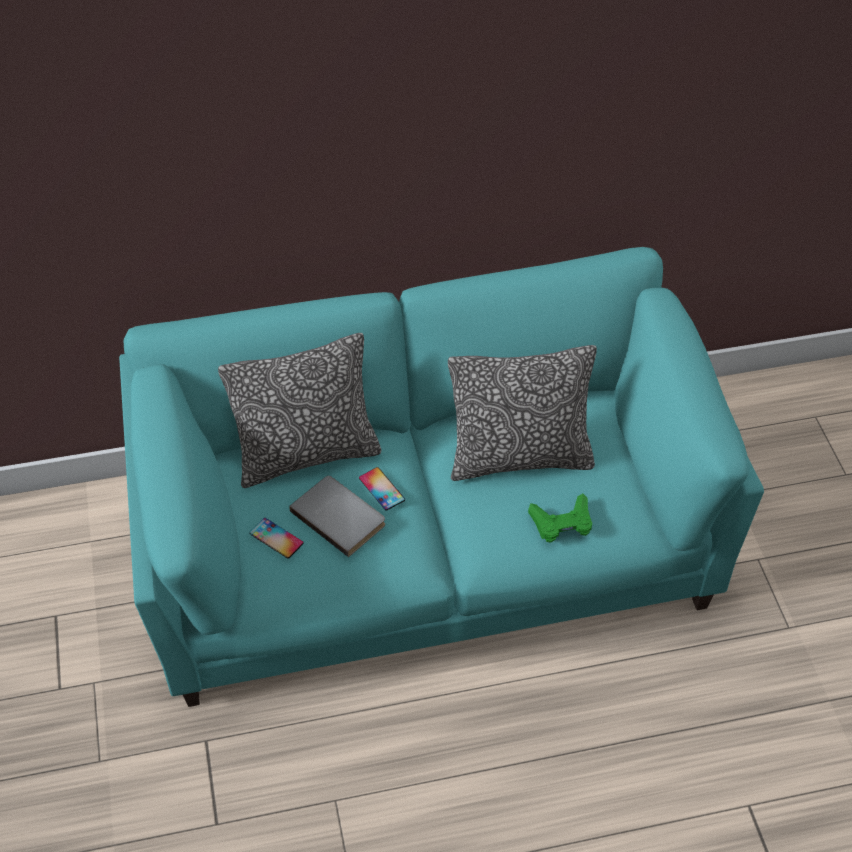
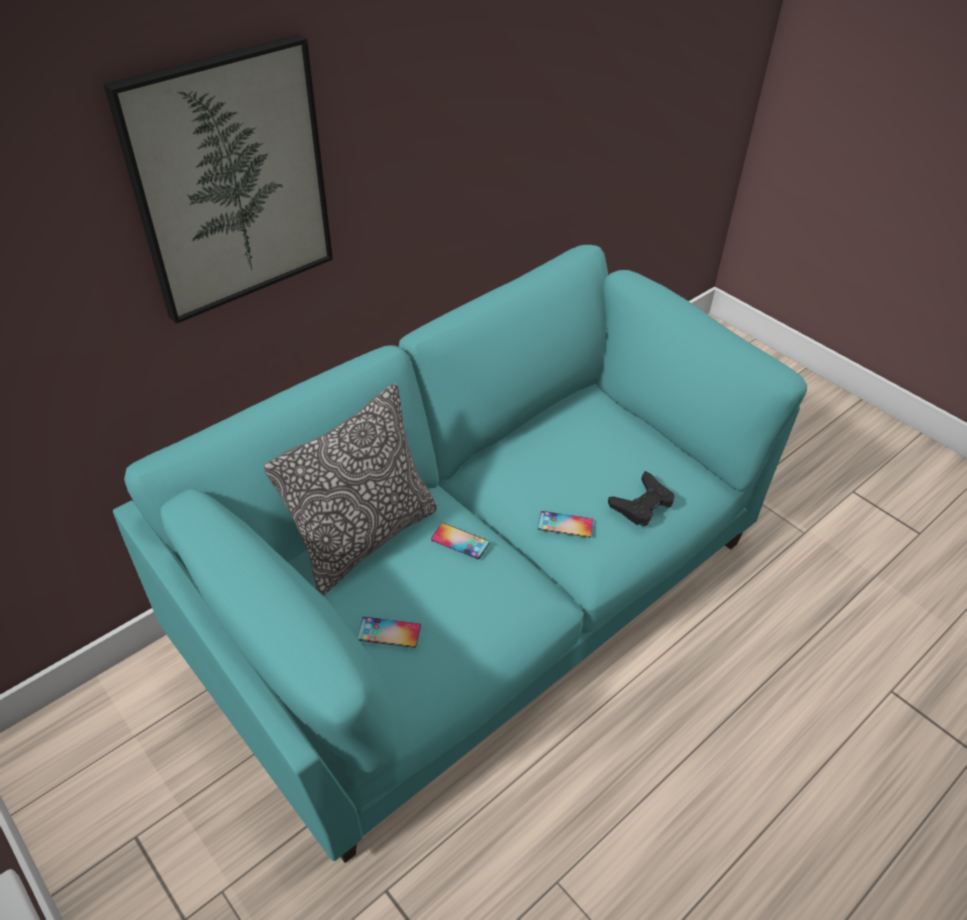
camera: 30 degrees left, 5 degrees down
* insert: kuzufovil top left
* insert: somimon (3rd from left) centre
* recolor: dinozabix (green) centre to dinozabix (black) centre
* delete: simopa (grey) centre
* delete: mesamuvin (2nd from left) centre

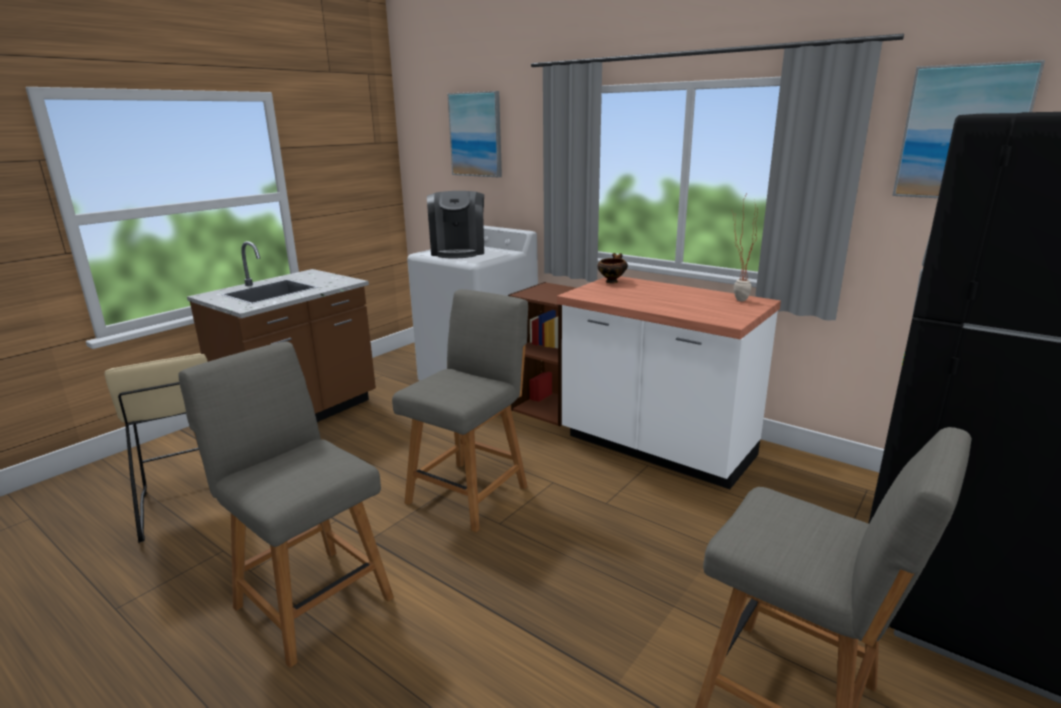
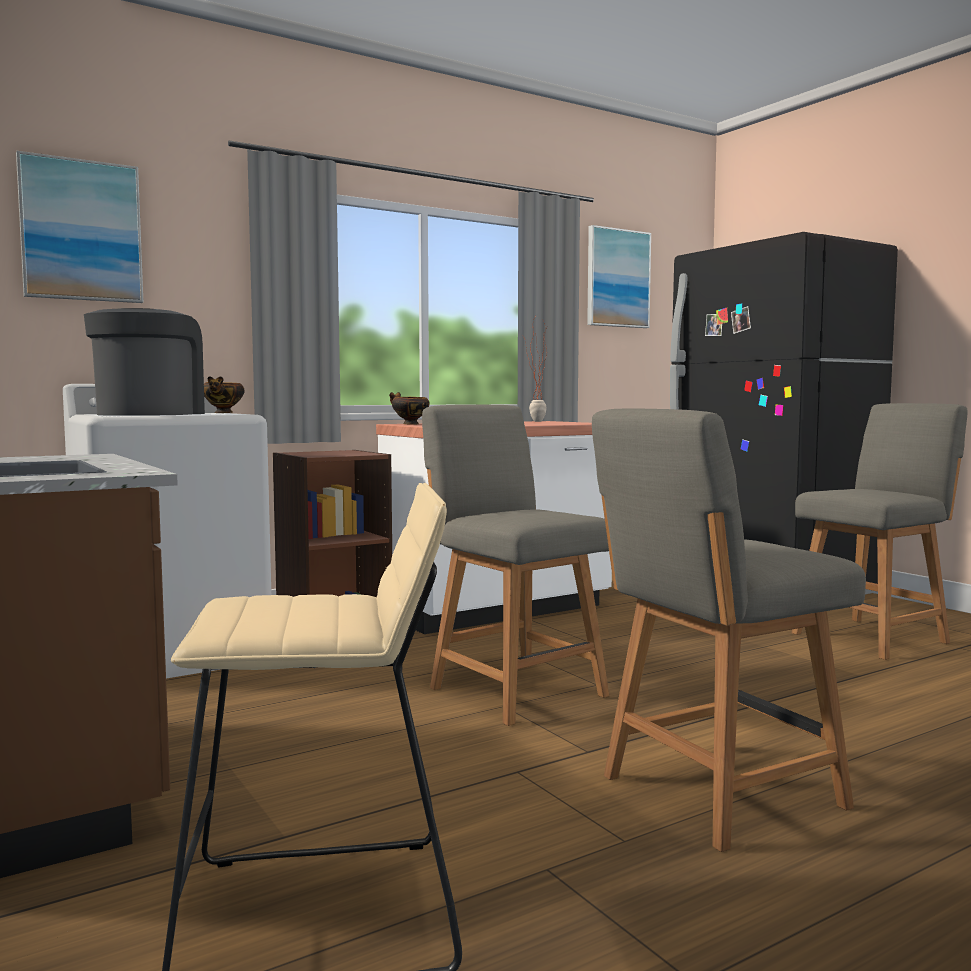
camera: 70 degrees left, 15 degrees down
* rotate: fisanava top centre = middle left 105 degrees counterclockwise
* insert: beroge (1st from left) middle left

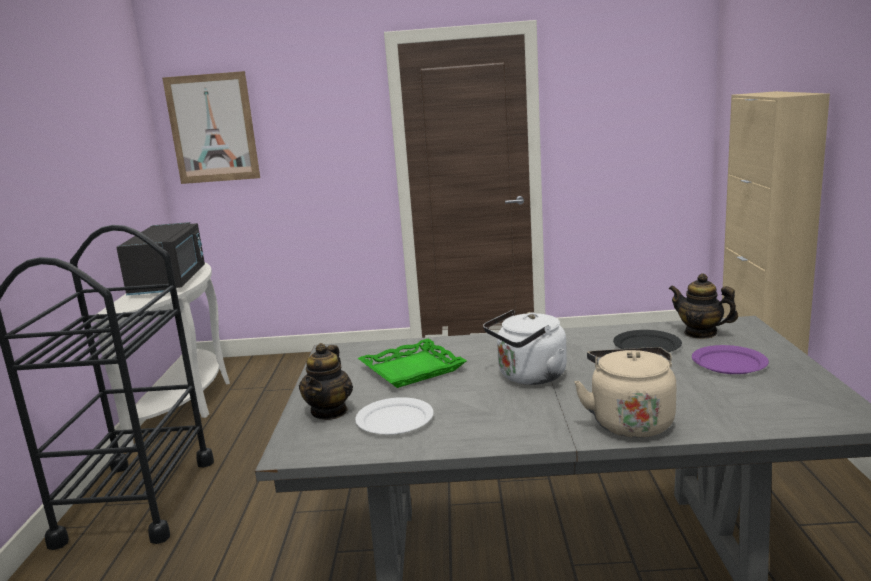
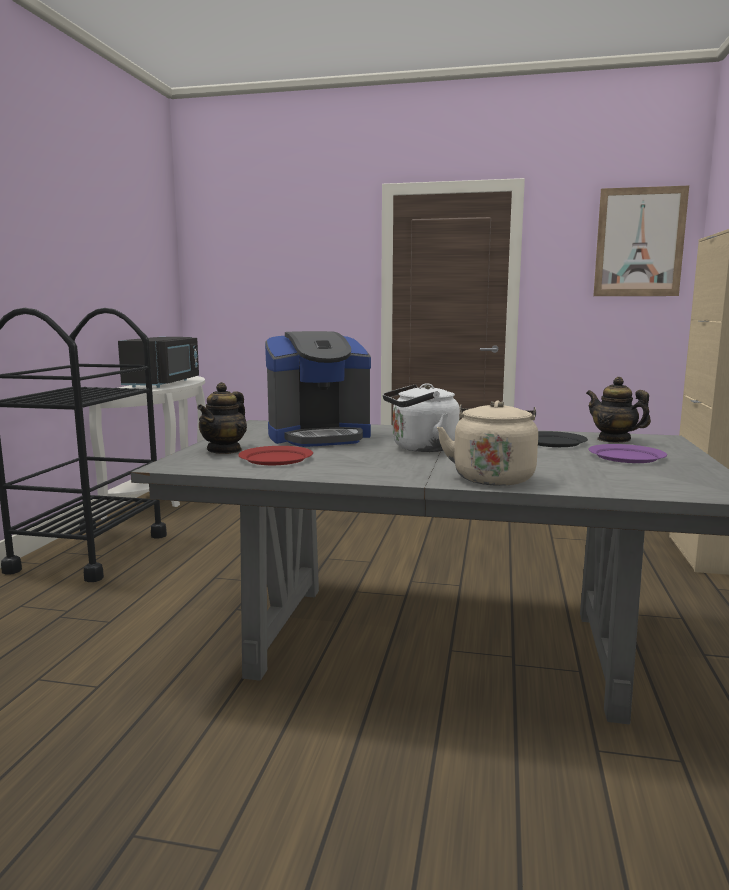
camera: 10 degrees right, 5 degrees down
* recolor: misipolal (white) bottom centre to misipolal (red) centre
* replace: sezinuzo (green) centre to fisanava centre
* move: kuzufovil top left to top right

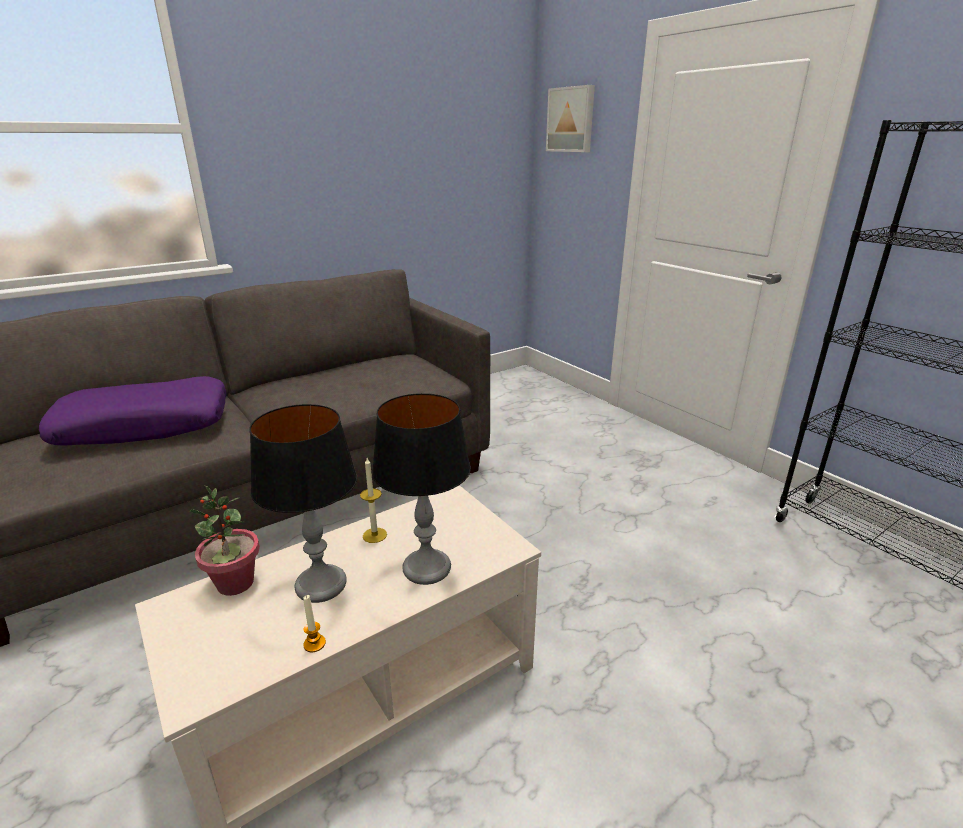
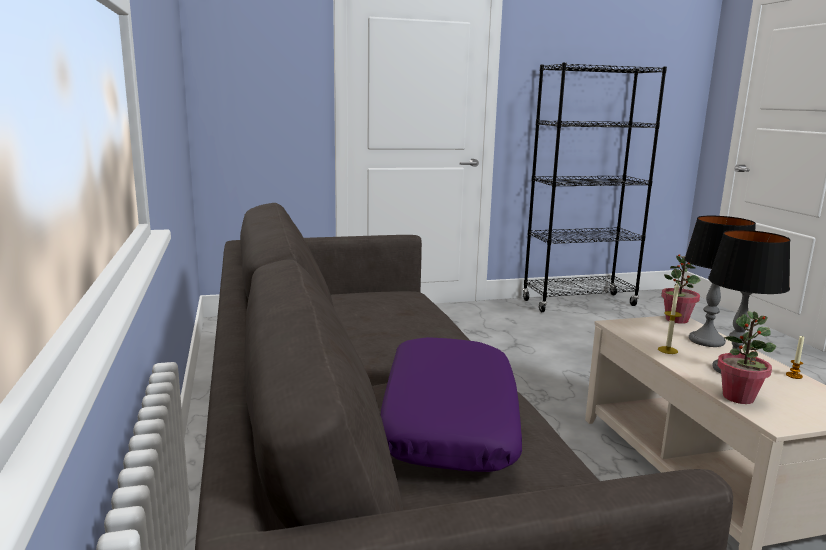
camera: 70 degrees left, 10 degrees down
* insert: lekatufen (1st from left) middle right
* delete: kuzufovil top centre

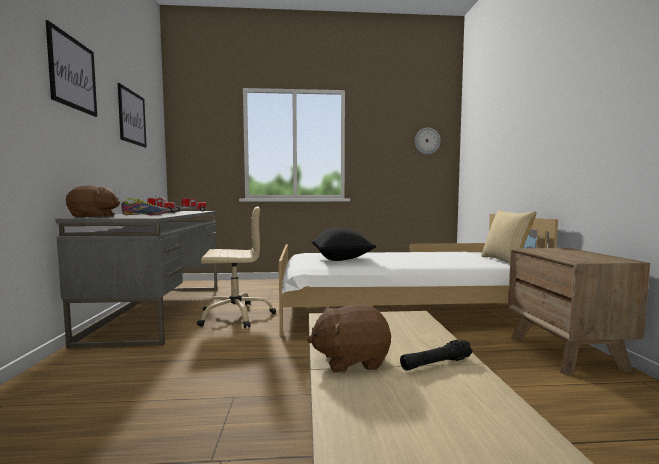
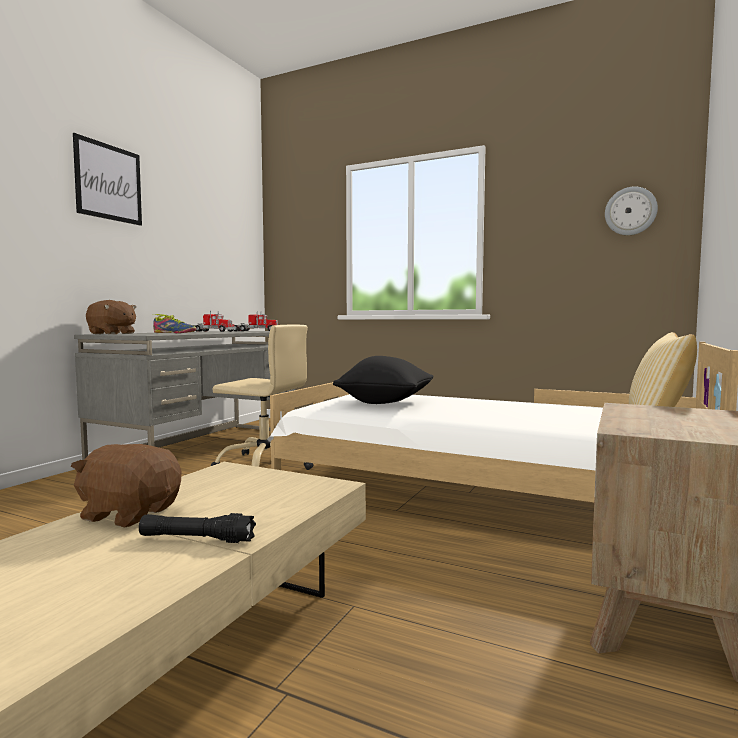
camera: 30 degrees right, 0 degrees up
* delete: kuzufovil (2nd from left) top left

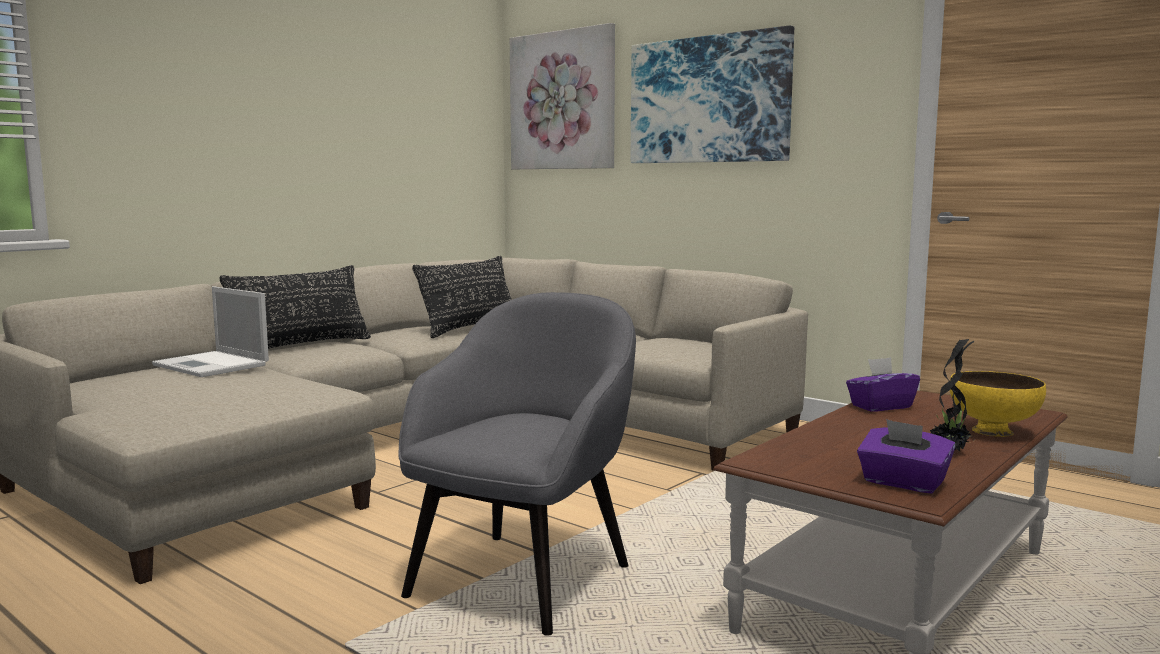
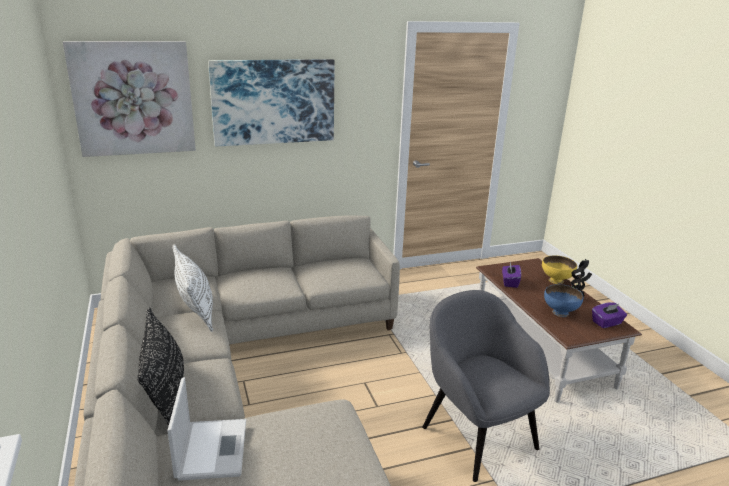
camera: 60 degrees left, 15 degrees up
* rotate: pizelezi middle left = bottom left 75 degrees counterclockwise
* recolor: mesamuvin (black) (2nd from left) centre to mesamuvin (white) middle left
* insert: beroge (blue) middle right

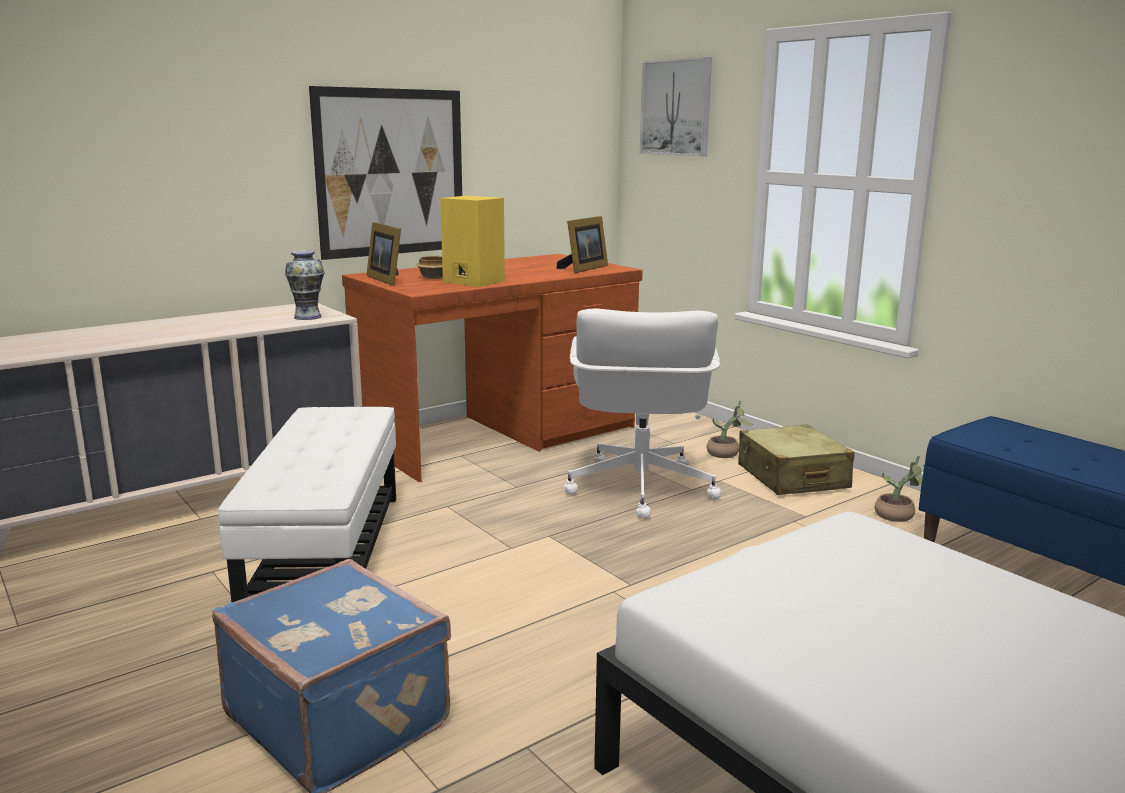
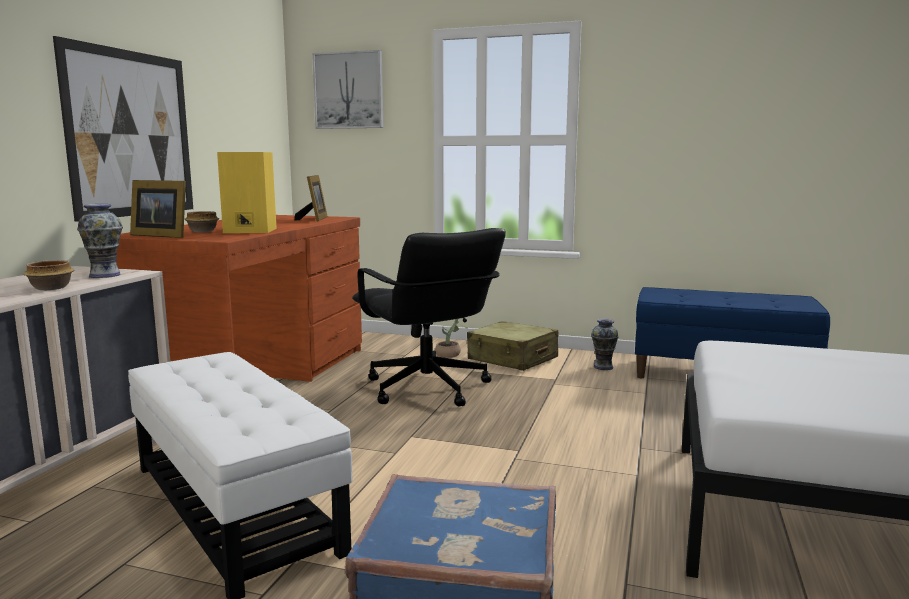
camera: 35 degrees left, 5 degrees down
* insert: beroge (1st from left) middle left
* recolor: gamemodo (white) centre to gamemodo (black) centre
* replace: lekatufen (2nd from left) middle right to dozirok (2nd from left) centre

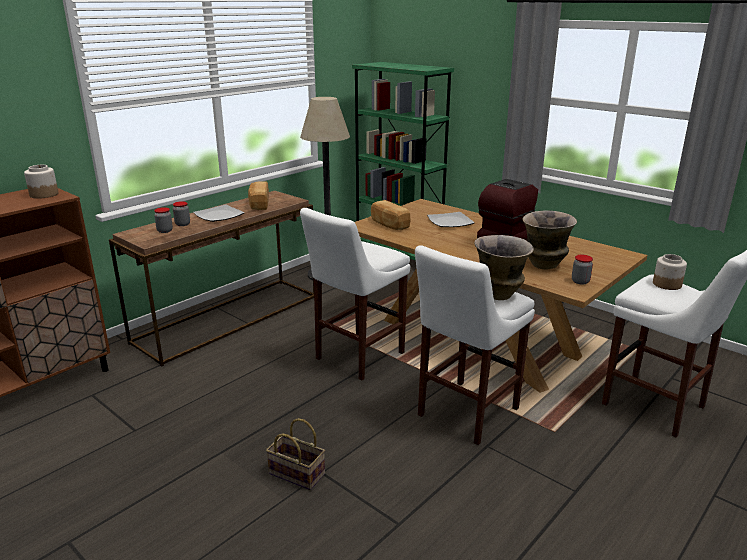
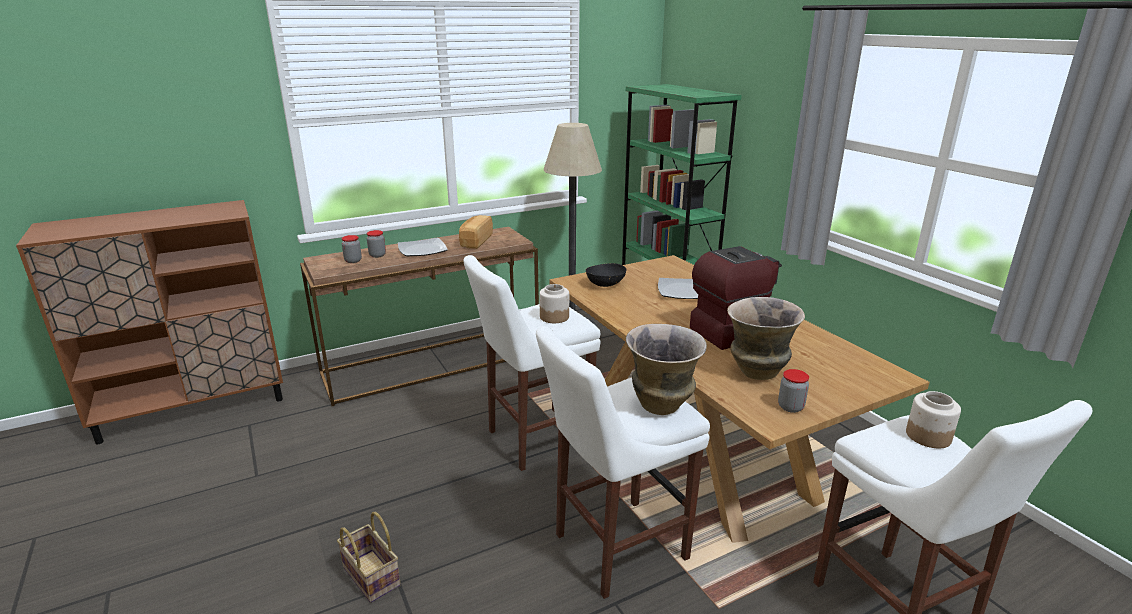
camera: 20 degrees right, 0 degrees up
* move: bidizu (1st from left in the first image) top left to bidizu (3rd from left) centre
* replace: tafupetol (2nd from left) centre to beroge (black) centre

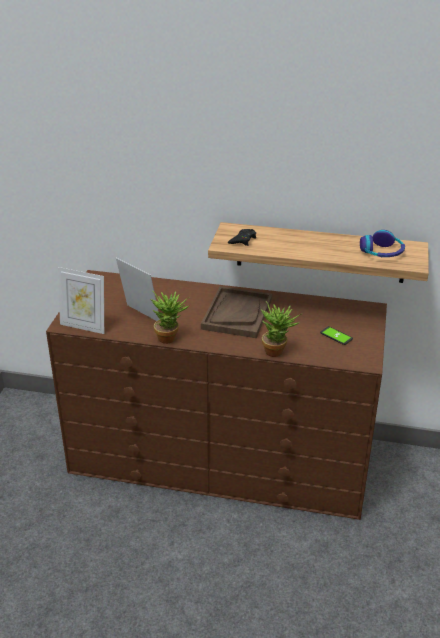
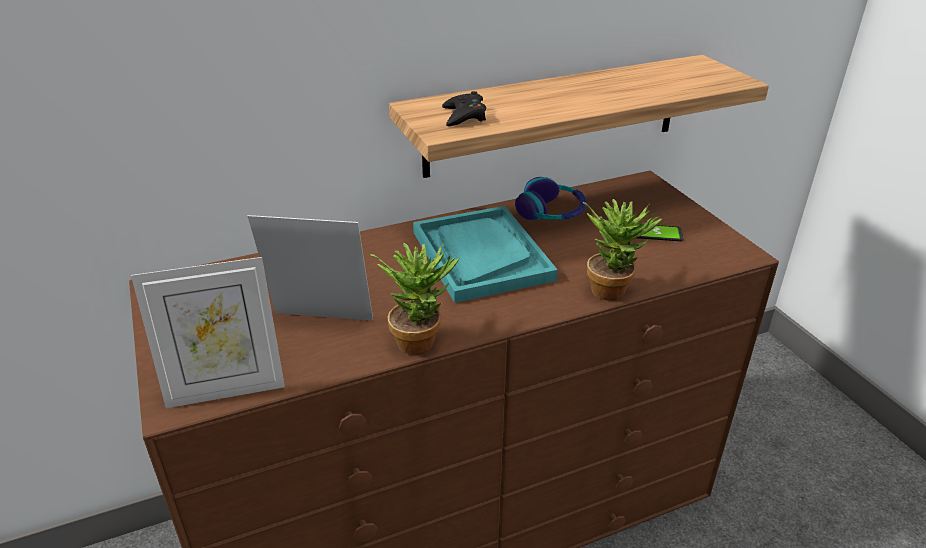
camera: 35 degrees left, 0 degrees up
* recolor: sezinuzo (brown) centre to sezinuzo (turquoise) centre
* move: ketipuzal middle right to centre

